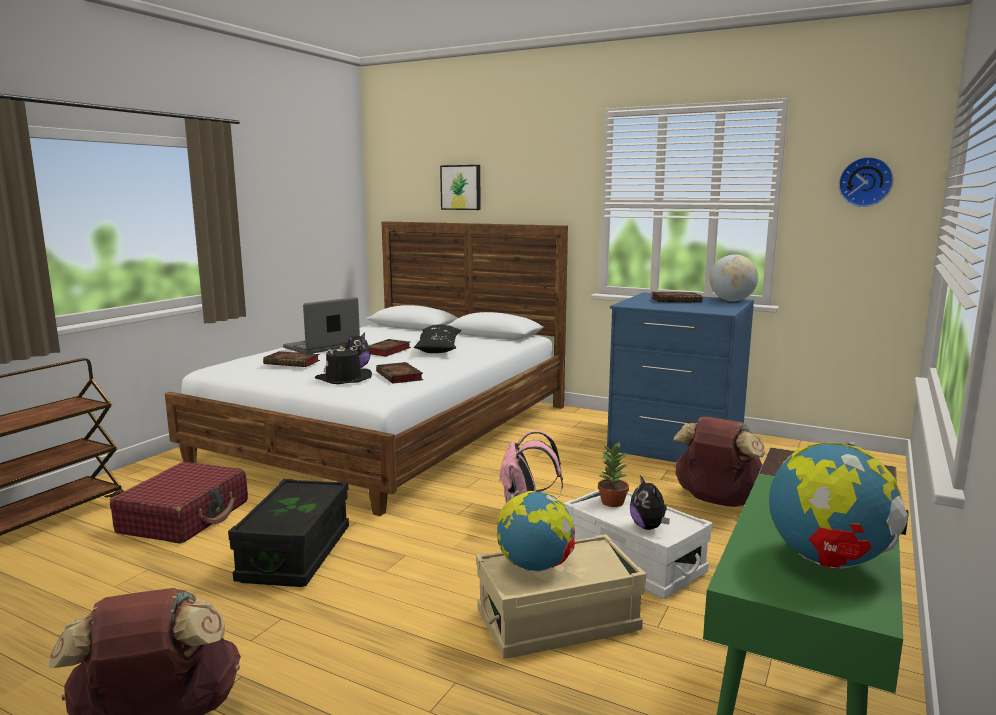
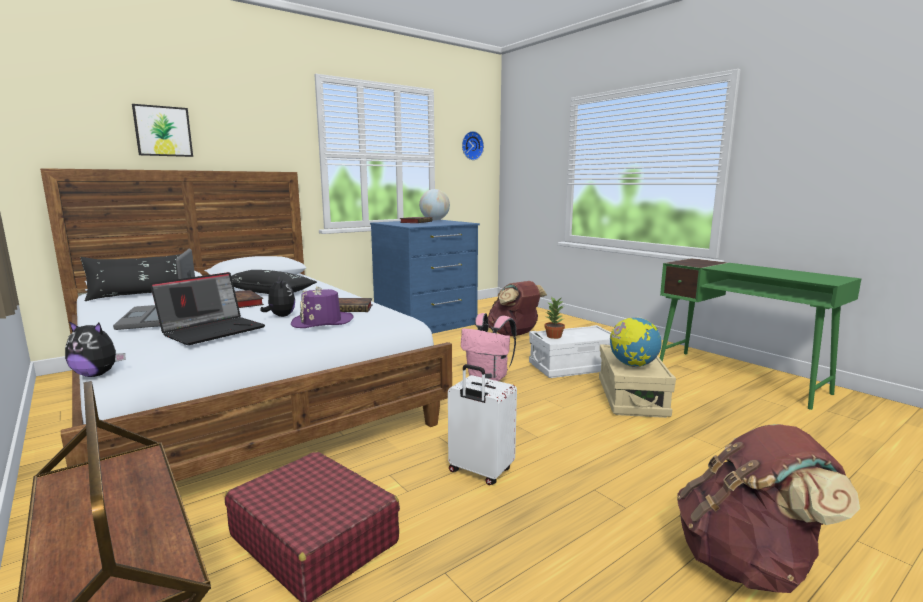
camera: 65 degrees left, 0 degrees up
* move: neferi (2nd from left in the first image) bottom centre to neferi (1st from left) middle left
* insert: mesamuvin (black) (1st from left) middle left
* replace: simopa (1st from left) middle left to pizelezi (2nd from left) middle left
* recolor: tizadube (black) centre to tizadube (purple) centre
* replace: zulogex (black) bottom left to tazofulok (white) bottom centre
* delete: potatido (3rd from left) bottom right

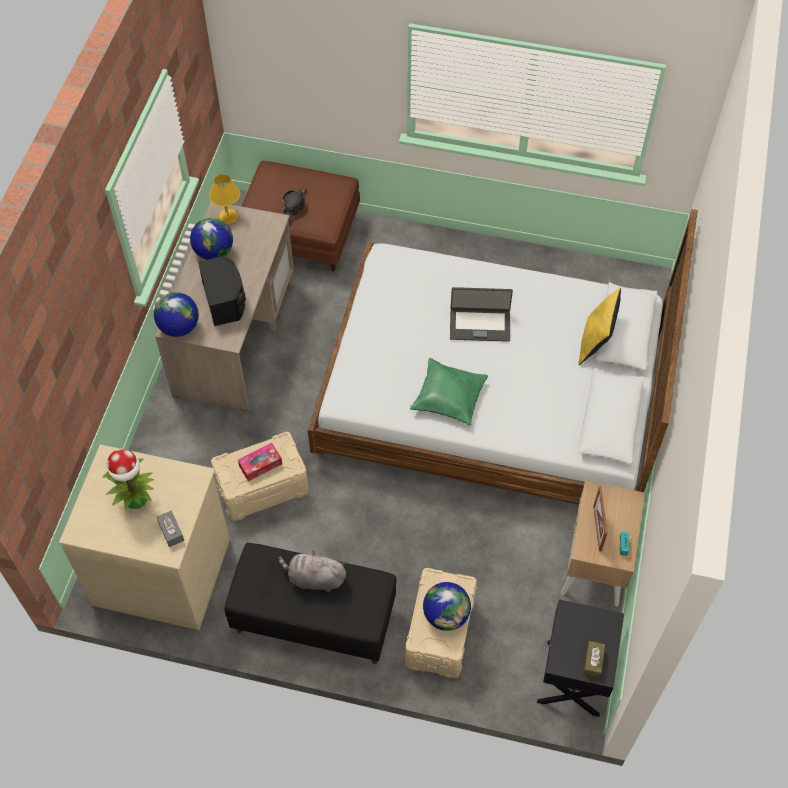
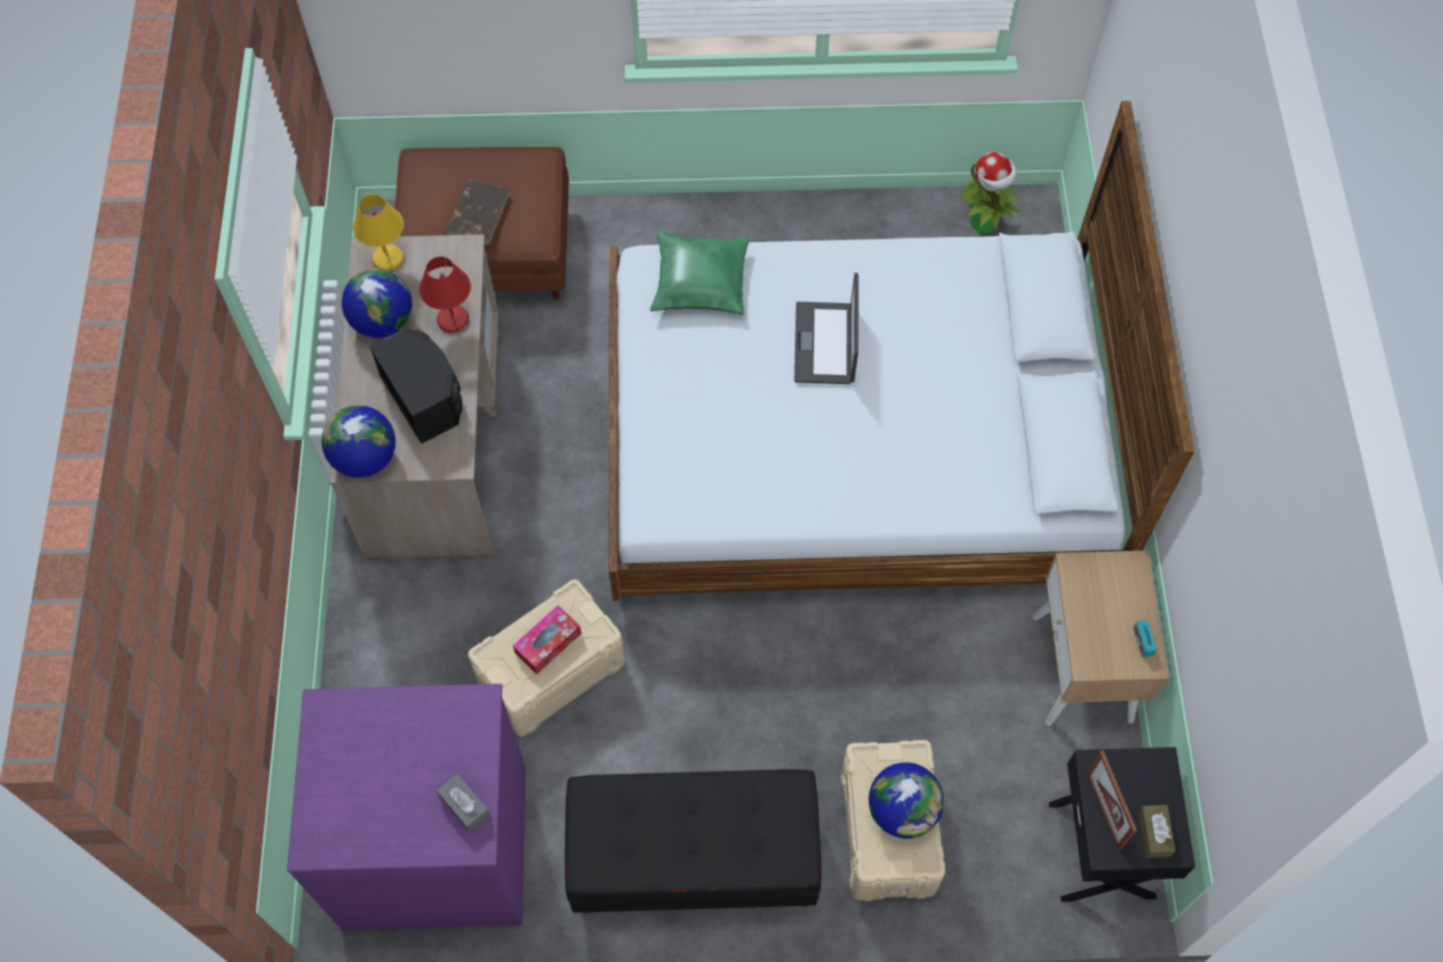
camera: 15 degrees left, 5 degrees up
* recolor: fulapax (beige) bottom left to fulapax (purple) bottom left
* insert: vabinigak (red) top left
* replace: tizadube (black) top centre to simopa (brown) top left
* move: mesamuvin (green) centre to top centre
* rotate: pizelezi centre = centre 105 degrees clockwise
* move: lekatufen middle left to top right
* move: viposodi middle right to bottom right
* delete: neferi (grey) bottom centre
* delete: mesamuvin (yellow) middle right

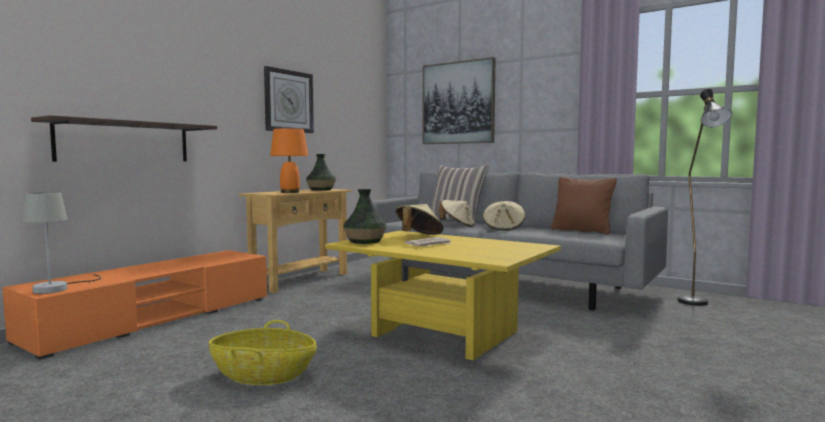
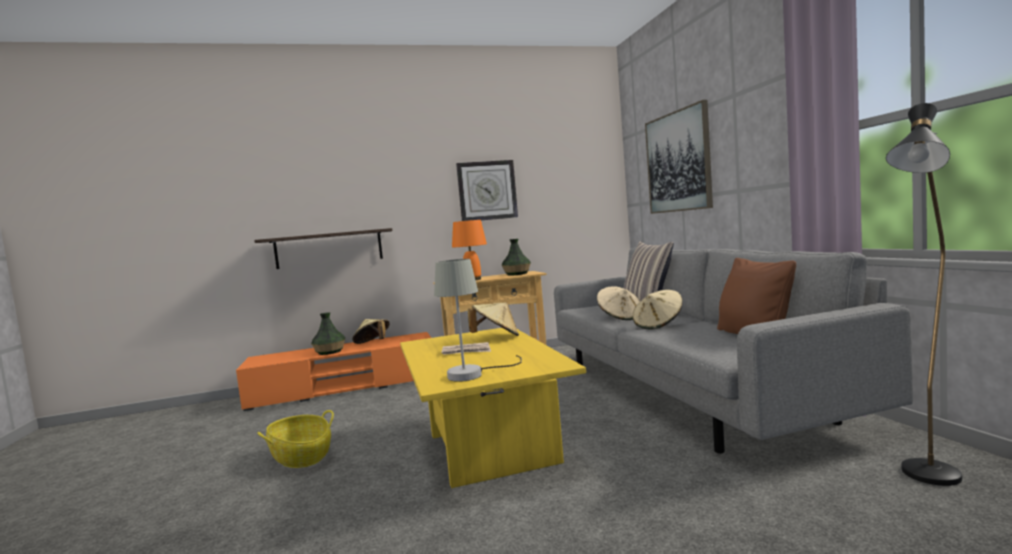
camera: 40 degrees right, 0 degrees up
* move: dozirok (2nd from left in the first image) centre to dozirok (1st from left) middle left
* insert: tizadube (beige) (1st from left) centre
* move: vabinigak (grey) middle left to centre

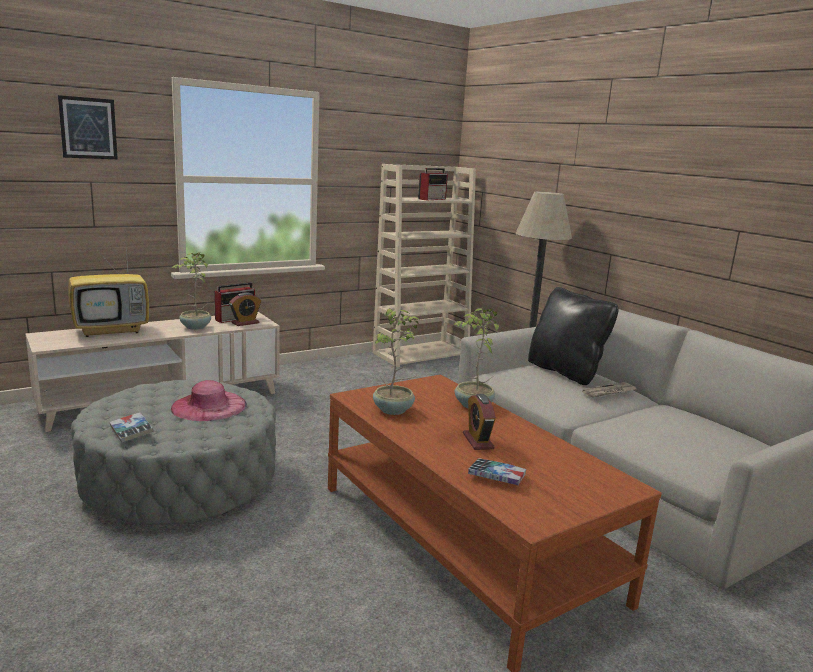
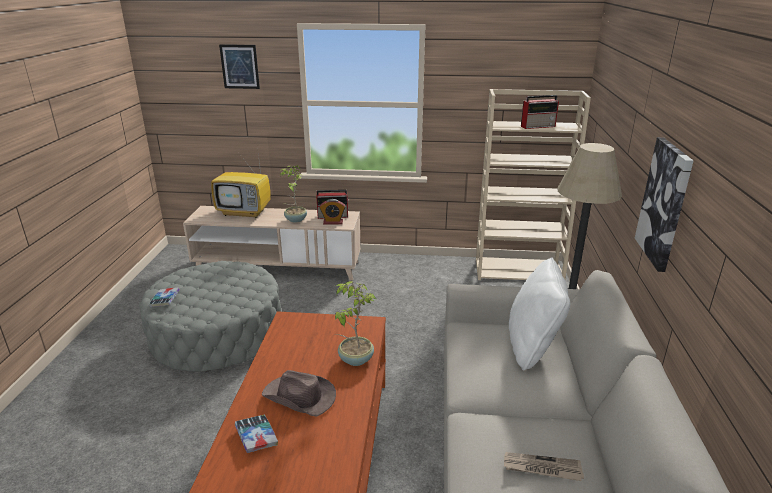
camera: 40 degrees right, 10 degrees up
* replace: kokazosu (2nd from left) centre to tizadube (brown) bottom centre
* move: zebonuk middle right to bottom right
* recolor: mesamuvin (black) middle right to mesamuvin (white) middle right
* insert: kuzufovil (2nd from left) middle right
* delete: tizadube (pink) middle left
* delete: lekatufen (2nd from left) centre

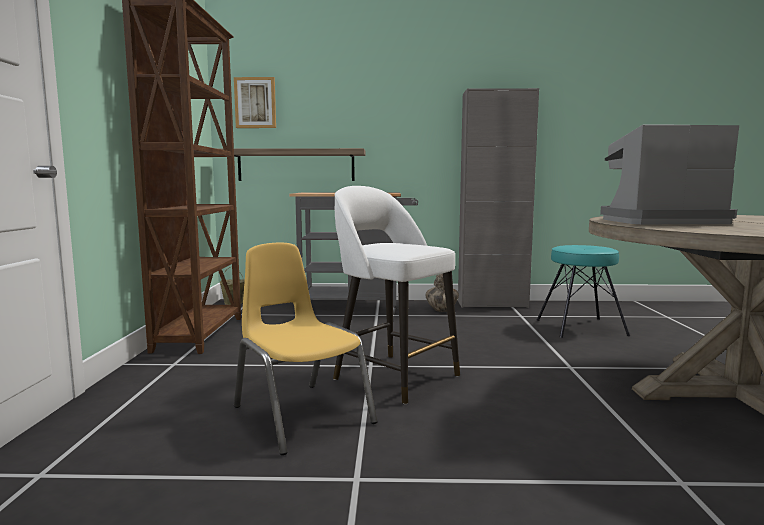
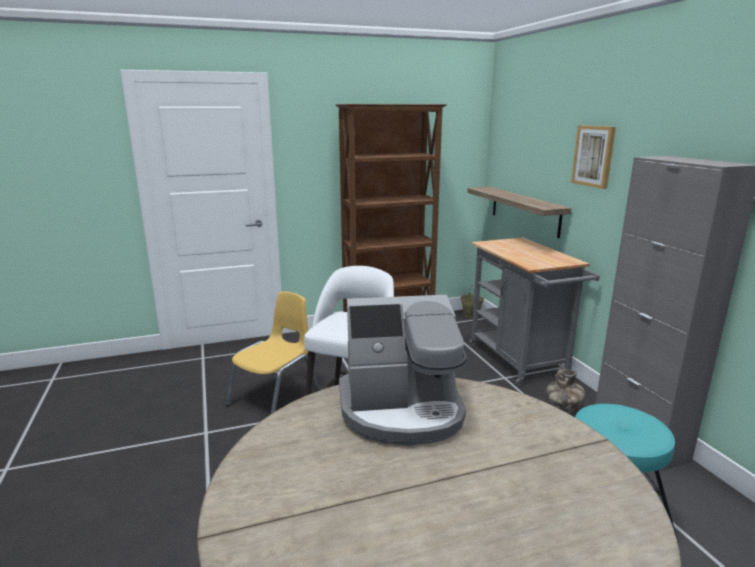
camera: 70 degrees right, 10 degrees up
* rotate: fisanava top right = centre 105 degrees clockwise
* move: kuzufovil top centre to top right

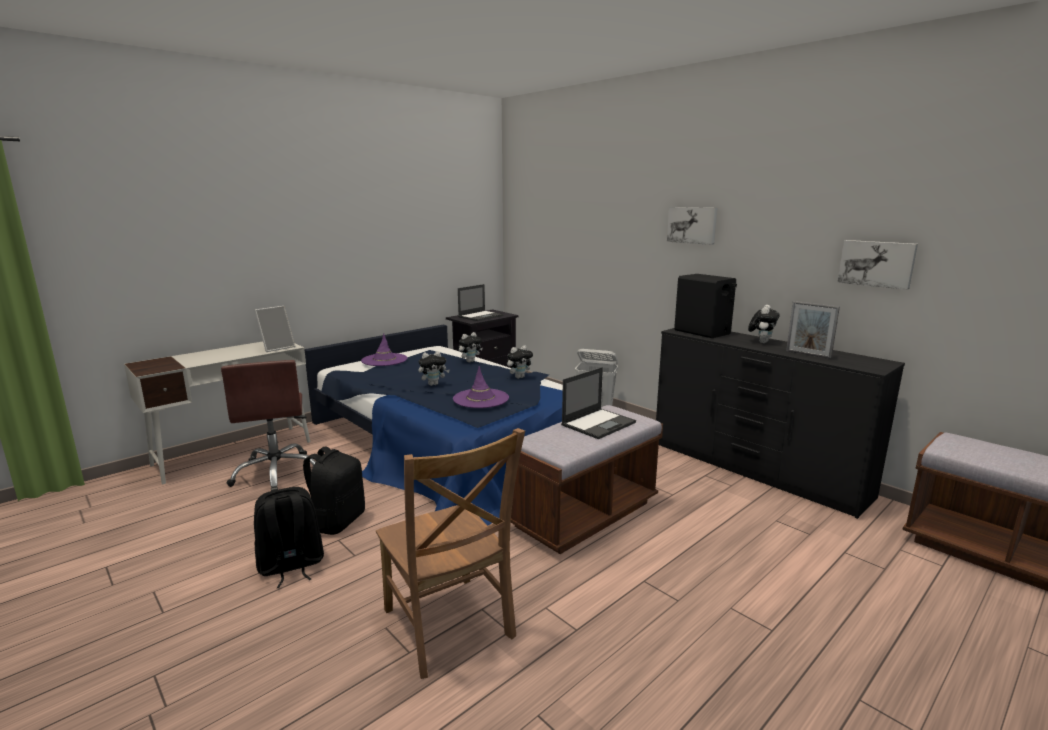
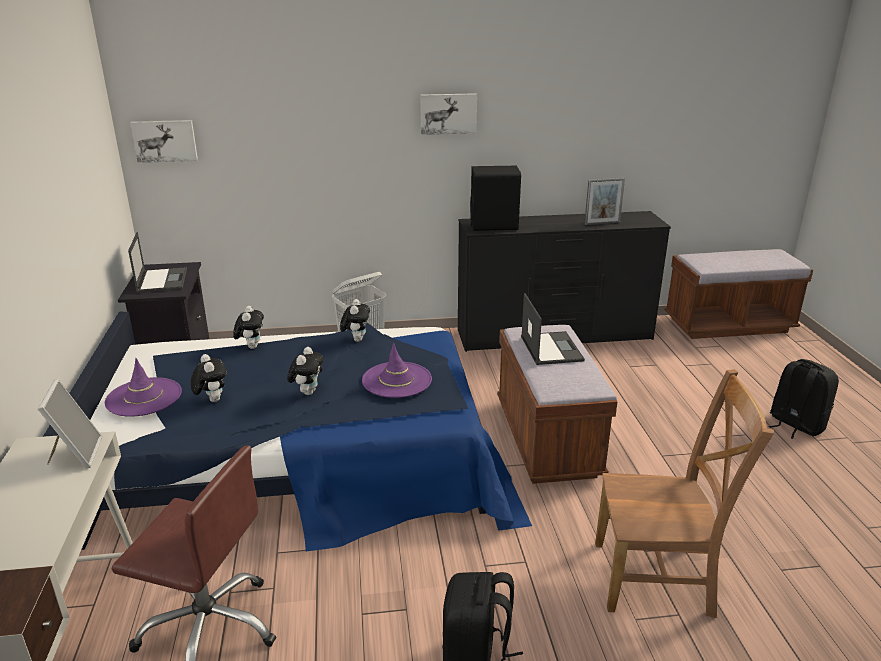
camera: 55 degrees left, 10 degrees up
* move: kuzufovil (2nd from left in the first image) middle right to kuzufovil (1st from left) top left
* move: neferi (4th from left in the first image) middle right to neferi (1st from left) middle left
* move: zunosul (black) (2nd from left) bottom left to middle right

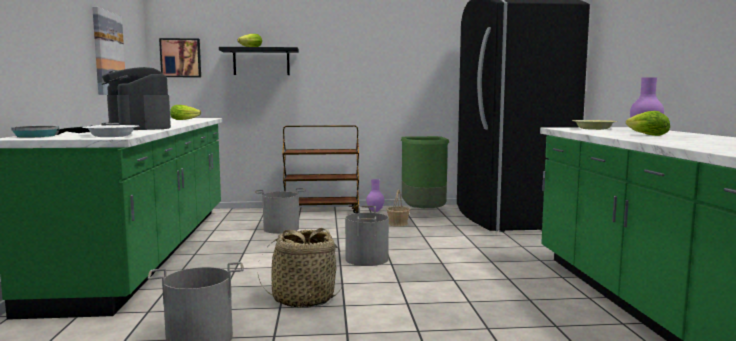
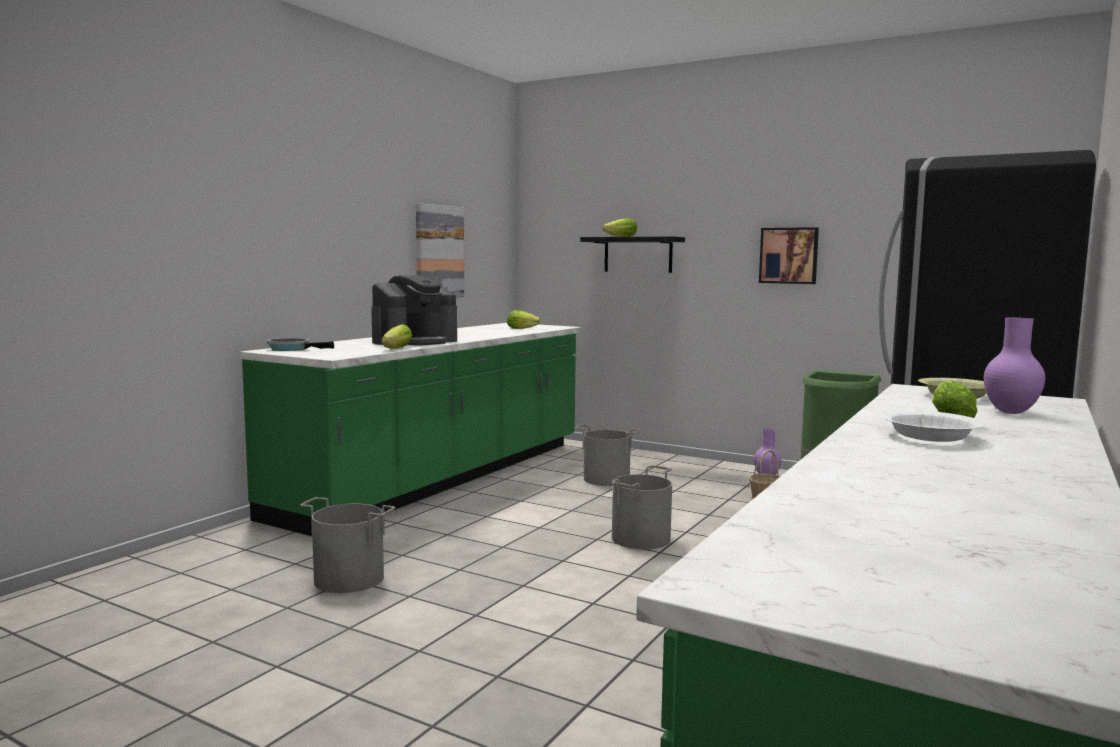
camera: 35 degrees right, 0 degrees up
* rotate: fisanava top left = centre 135 degrees counterclockwise
* insert: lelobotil (1st from left) centre
* move: kuzufovil (2nd from left) top left to middle right
* move: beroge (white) middle left to middle right
* delete: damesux (1st from left) bottom centre
* delete: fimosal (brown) centre

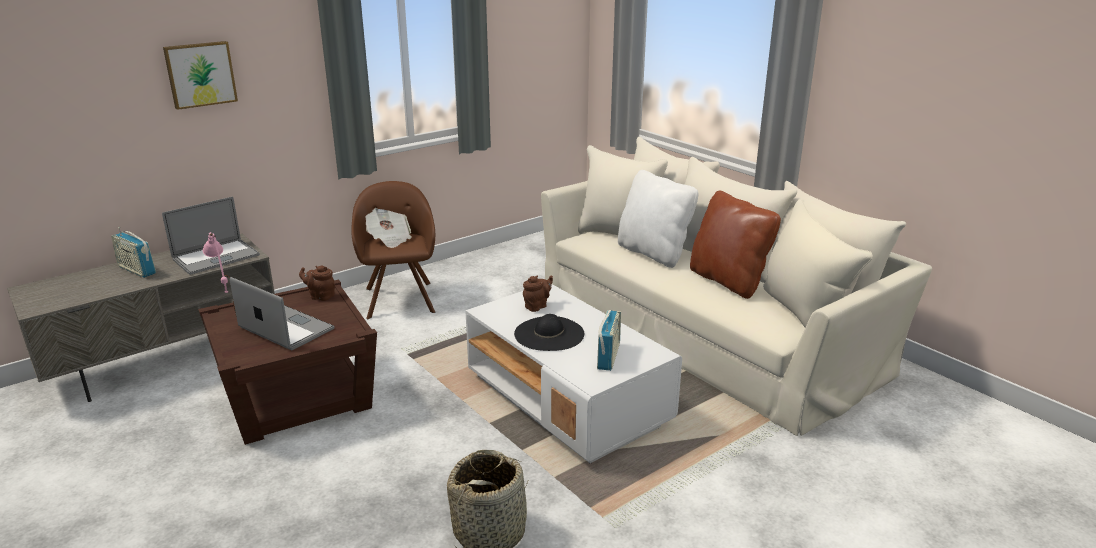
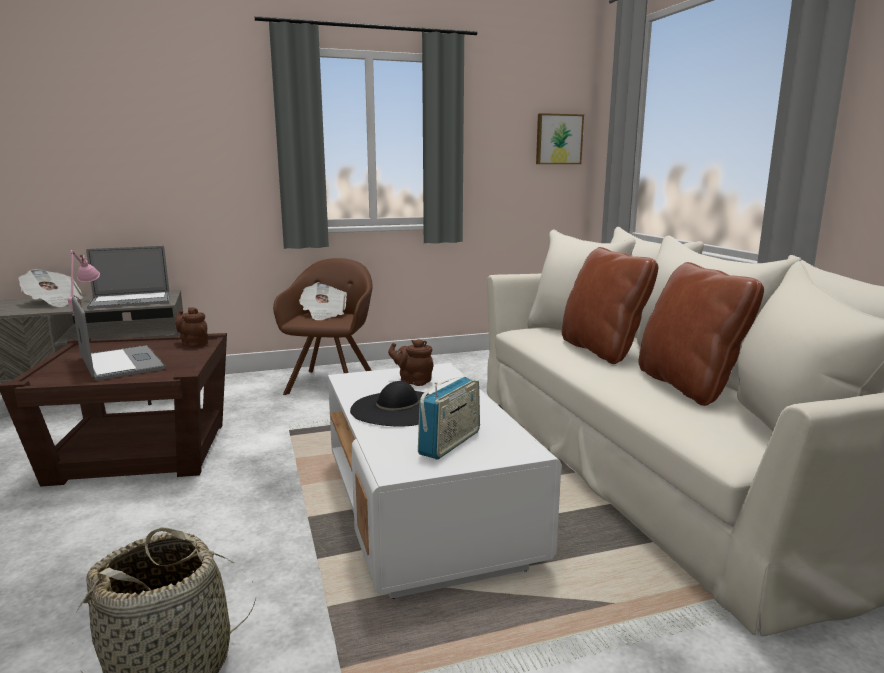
camera: 20 degrees right, 10 degrees down
* replace: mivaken (1st from left) middle left to zebonuk (1st from left) middle left
* rotate: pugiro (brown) (2nd from left) centre = centre 135 degrees counterclockwise
* move: kuzufovil top left to top centre
* recolor: mesamuvin (white) centre to mesamuvin (brown) (1st from left) middle right

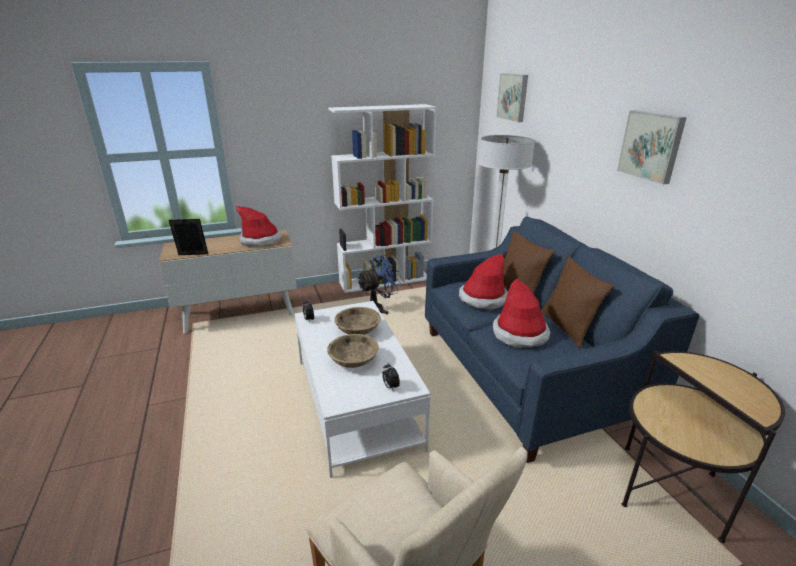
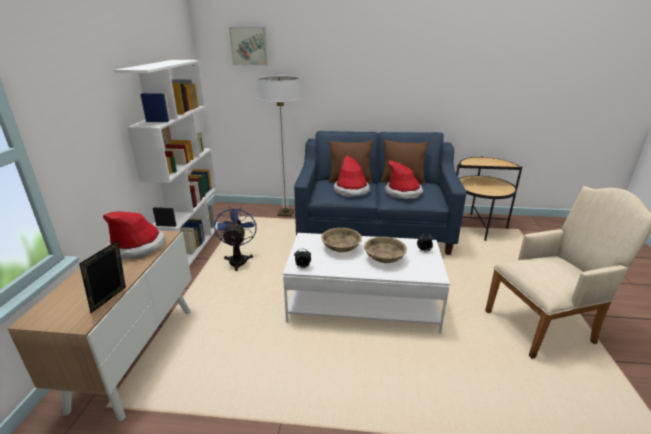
camera: 65 degrees left, 0 degrees up
* delete: kuzufovil (2nd from left) top right

